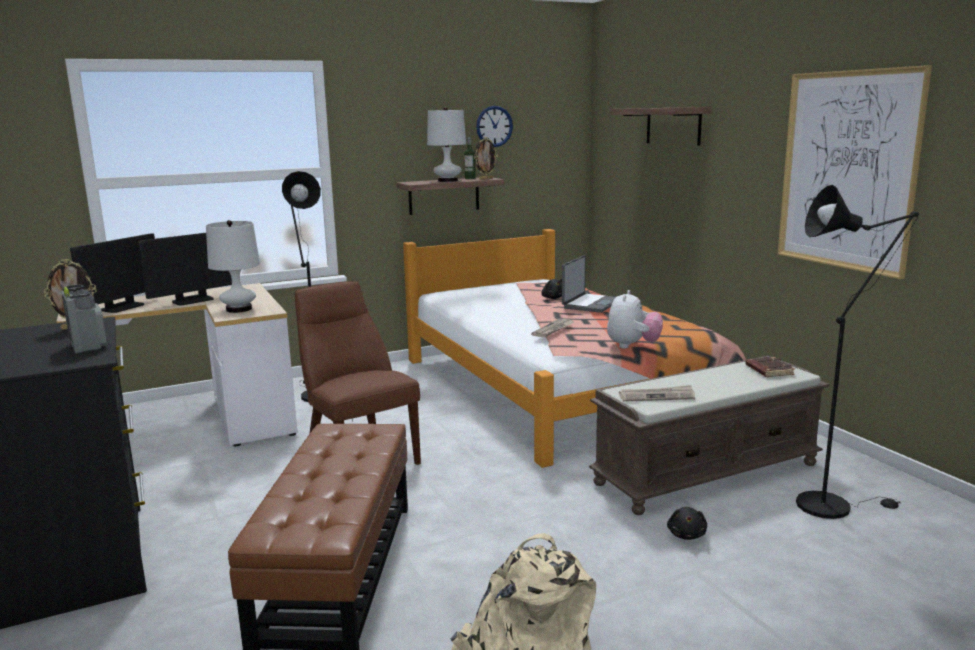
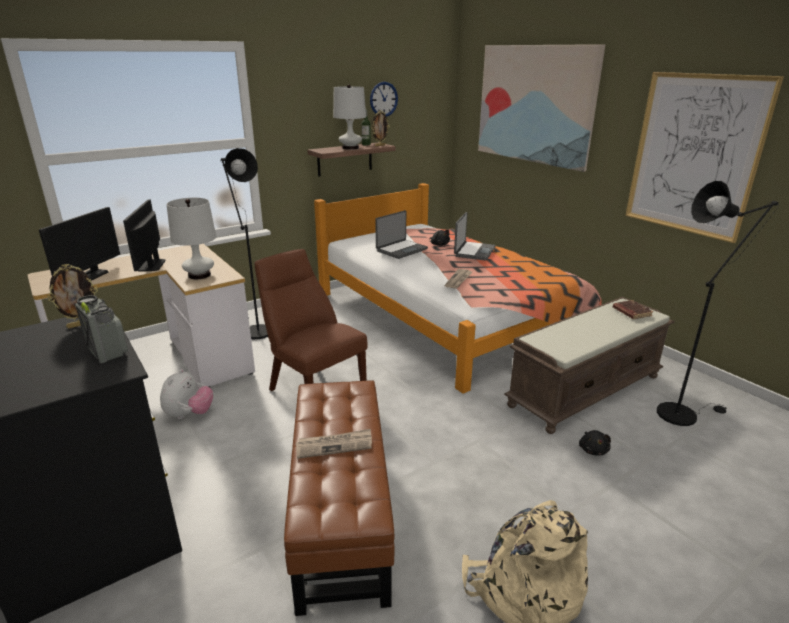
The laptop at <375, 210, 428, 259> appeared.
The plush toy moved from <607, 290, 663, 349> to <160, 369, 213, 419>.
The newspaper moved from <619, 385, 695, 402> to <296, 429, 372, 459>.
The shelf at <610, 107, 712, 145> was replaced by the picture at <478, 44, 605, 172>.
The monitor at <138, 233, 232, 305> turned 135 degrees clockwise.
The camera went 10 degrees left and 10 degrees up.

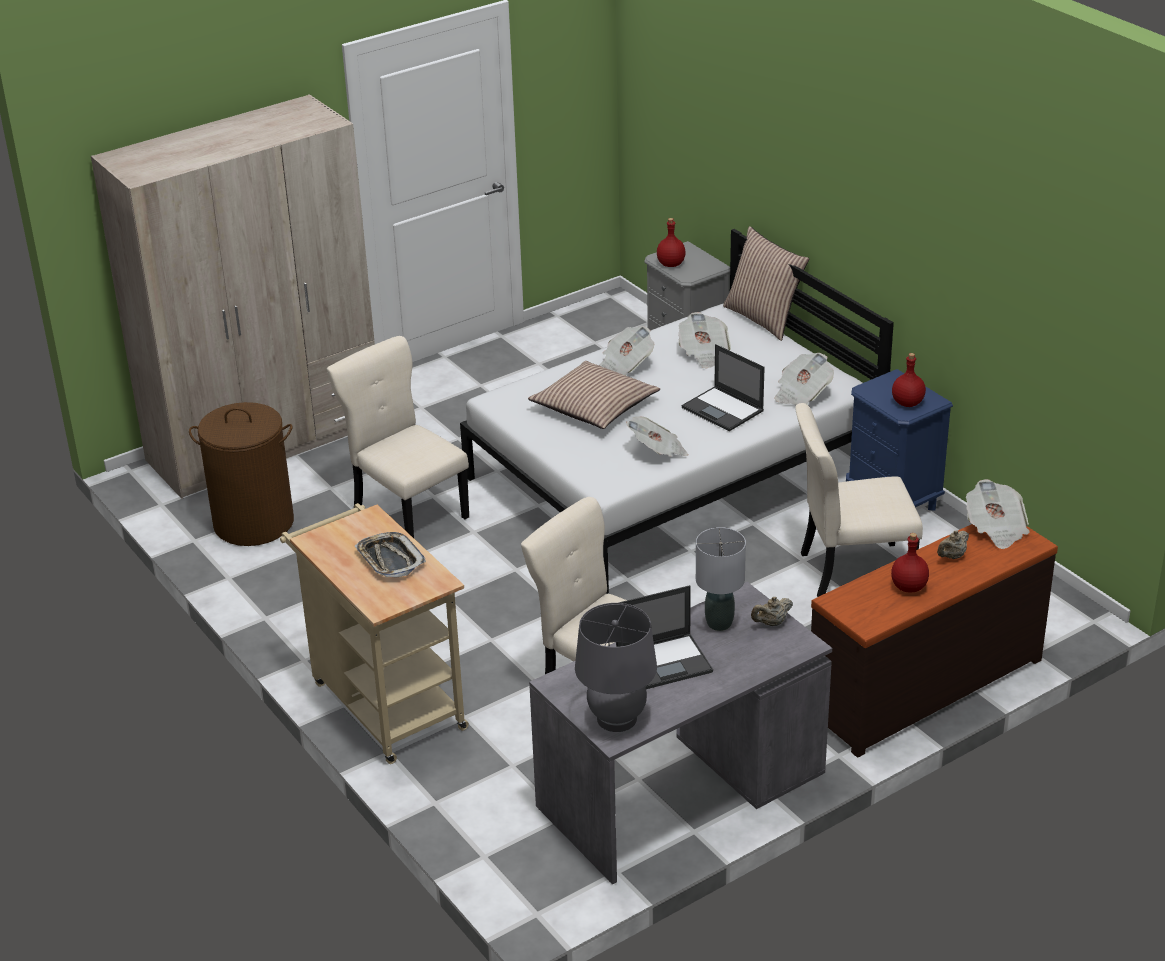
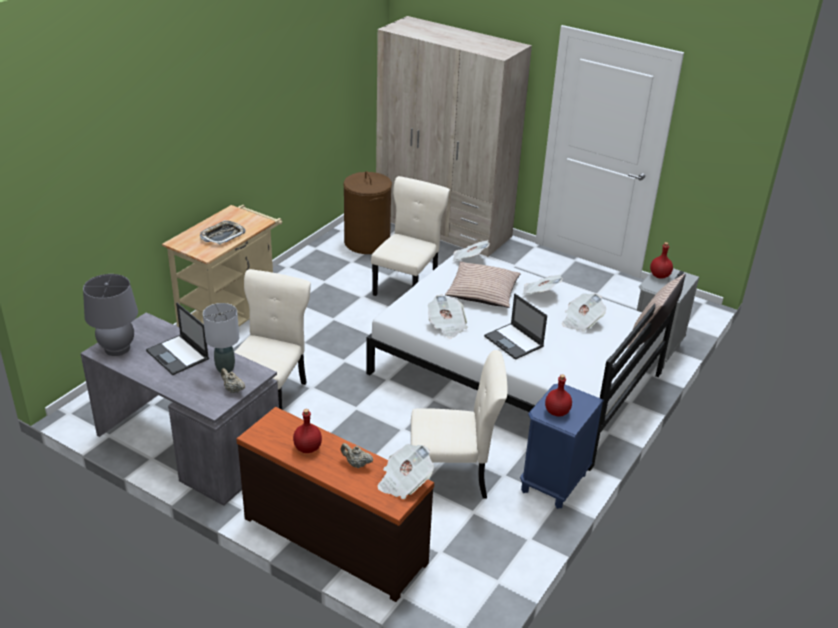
The newspaper moved from <775, 353, 834, 405> to <452, 240, 490, 261>.
The laptop at <682, 344, 765, 431> turned 60 degrees counterclockwise.
The chair in beige at <795, 403, 923, 597> turned 120 degrees clockwise.
The camera went 65 degrees right and 0 degrees up.

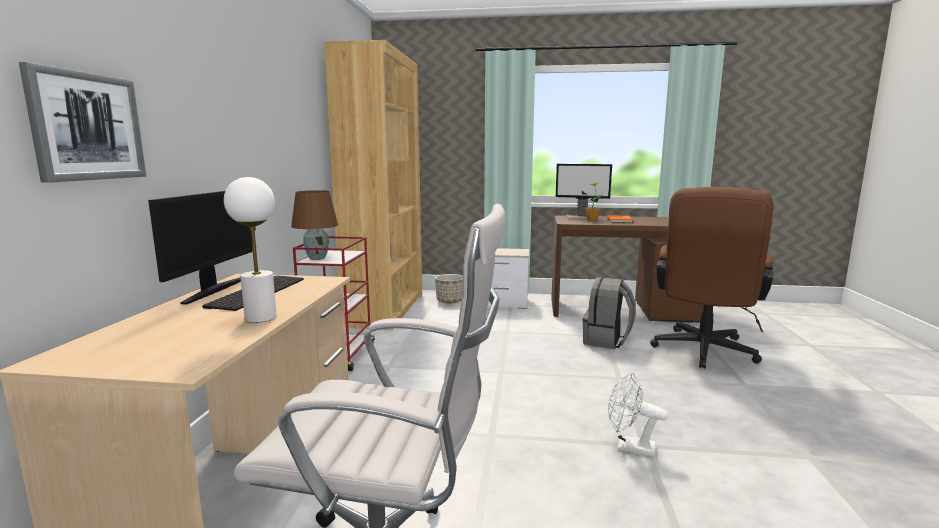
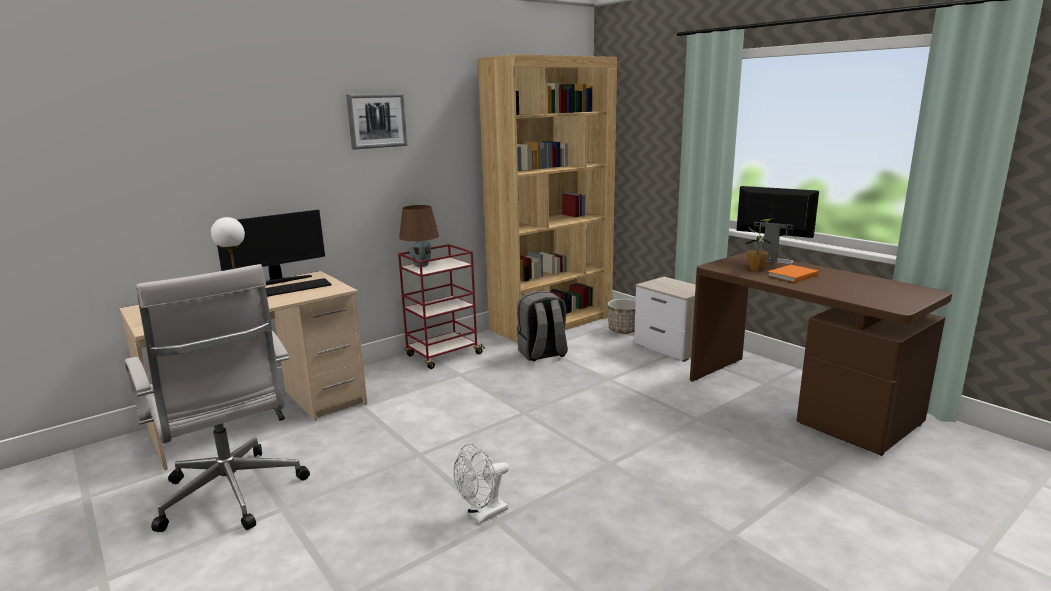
The office chair in brown at <650, 187, 774, 368> disappeared.
The picture moved from <19, 62, 146, 183> to <346, 93, 408, 150>.
The backpack in grey moved from <583, 277, 636, 349> to <517, 291, 568, 361>.
The monitor at <556, 164, 612, 218> turned 150 degrees clockwise.
The fan in white at <608, 372, 668, 457> turned 105 degrees counterclockwise.
The camera went 45 degrees right and 5 degrees up.

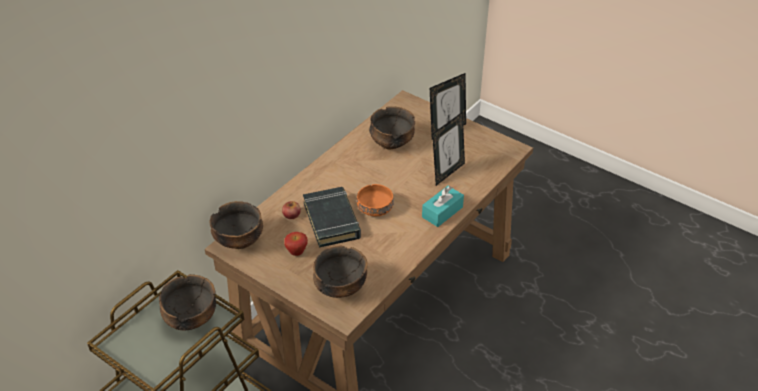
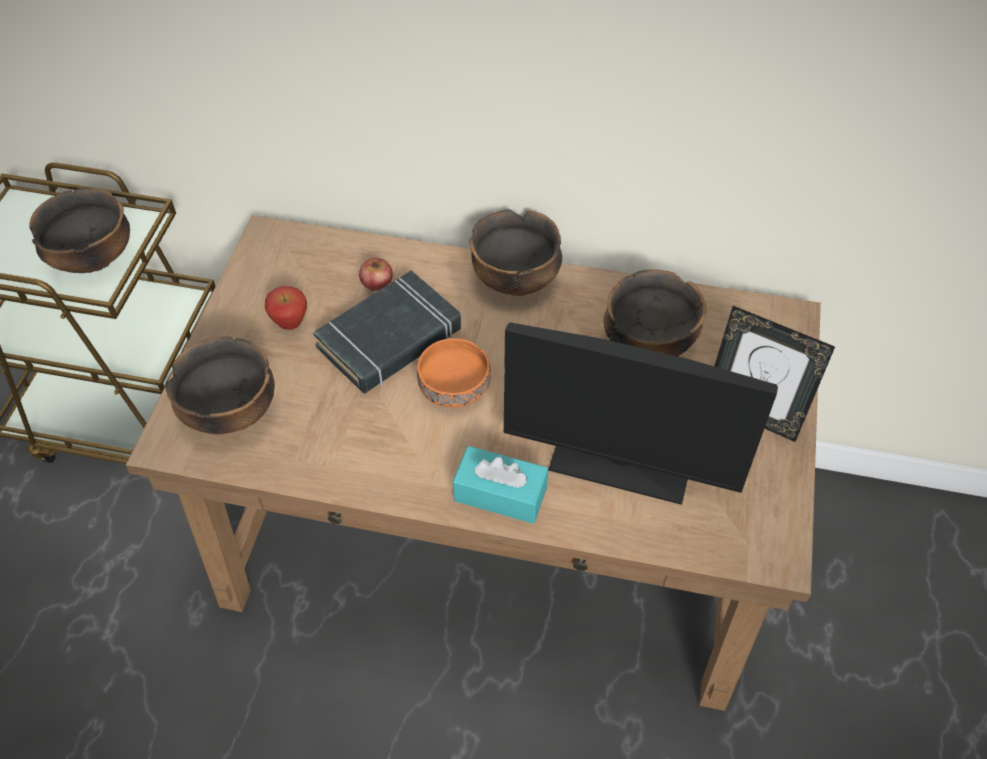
The bowl moved from <209, 201, 263, 249> to <470, 210, 562, 296>.
The picture frame at <432, 112, 465, 186> was replaced by the monitor at <504, 322, 778, 505>.
The camera went 65 degrees right and 10 degrees up.

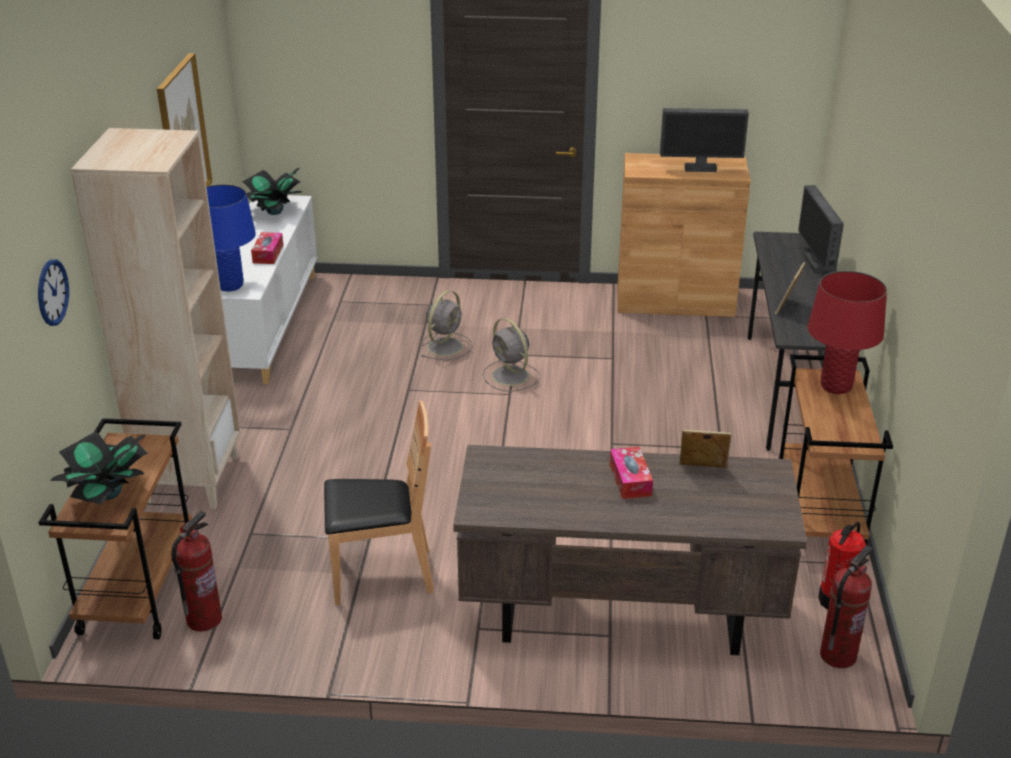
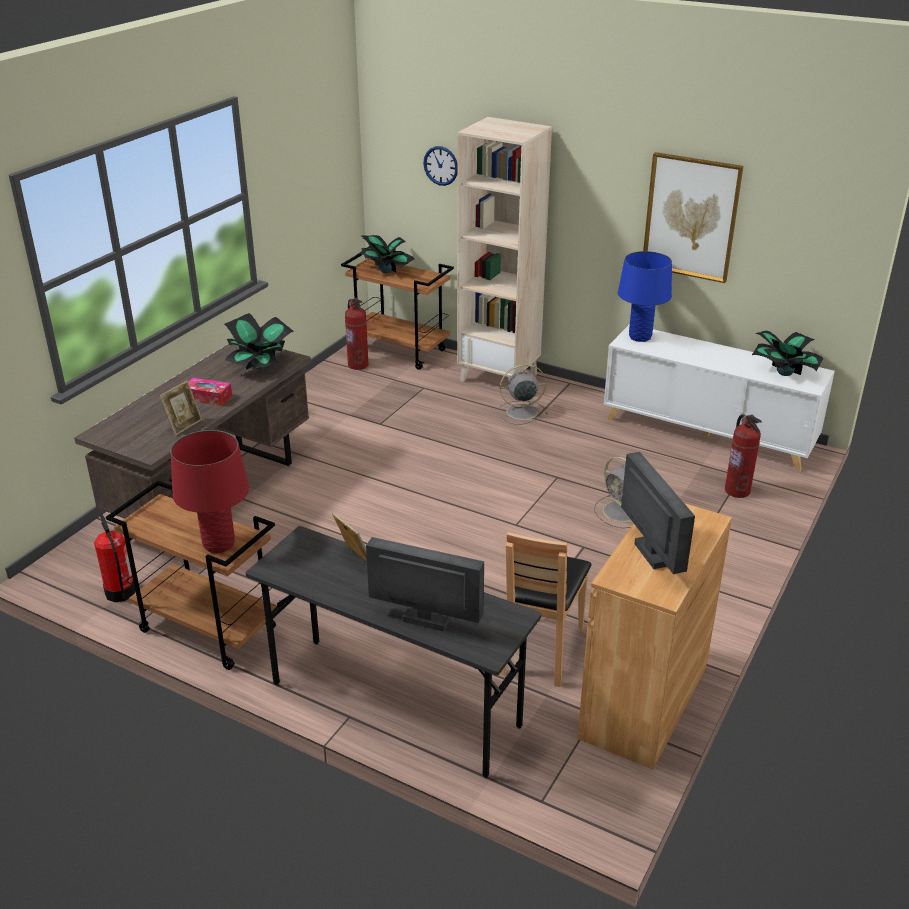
The tissue box at <251, 232, 283, 264> disappeared.
The potted plant at <224, 313, 294, 370> appeared.
The chair in brown moved from <324, 400, 434, 605> to <500, 532, 591, 687>.
The fan in grey moved from <483, 318, 540, 392> to <498, 364, 548, 425>.
The fire extinguisher moved from <820, 546, 872, 668> to <725, 414, 762, 498>.
The monitor at <660, 108, 749, 172> turned 135 degrees clockwise.
The camera went 115 degrees right and 0 degrees up.

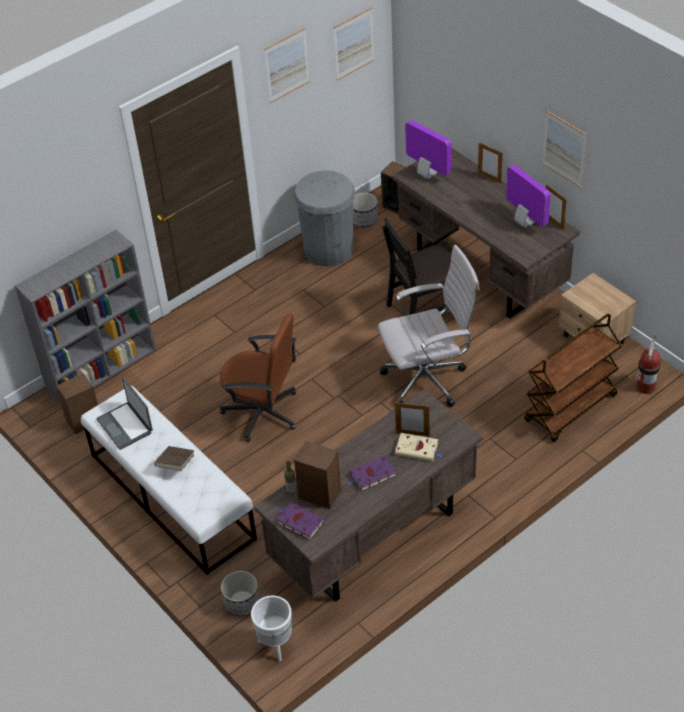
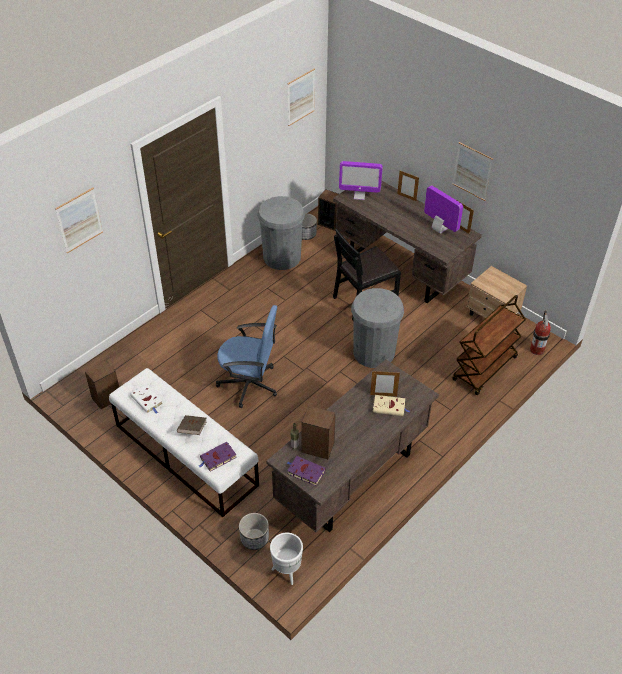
The bookcase in grey at <15, 230, 156, 404> disappeared.
The picture moved from <264, 28, 310, 103> to <55, 188, 103, 253>.
The book in purple moved from <347, 456, 396, 491> to <199, 442, 237, 472>.
The laptop at <96, 377, 153, 450> was replaced by the book in white at <130, 384, 163, 414>.
The office chair in white at <378, 245, 480, 407> was replaced by the trash can in grey at <351, 288, 404, 368>.
The office chair in brown at <220, 314, 296, 442> became the office chair in blue at <216, 305, 277, 408>.
The monitor at <405, 120, 452, 179> turned 150 degrees clockwise.
The camera went 10 degrees left and 0 degrees up.

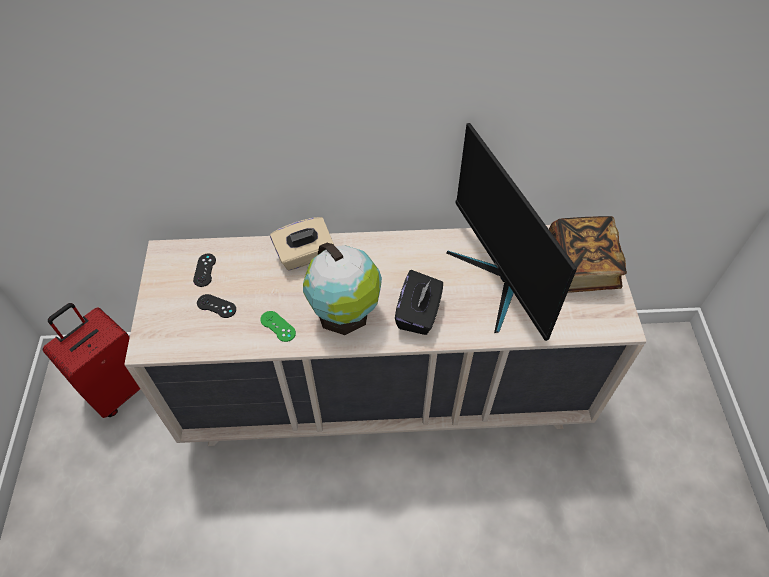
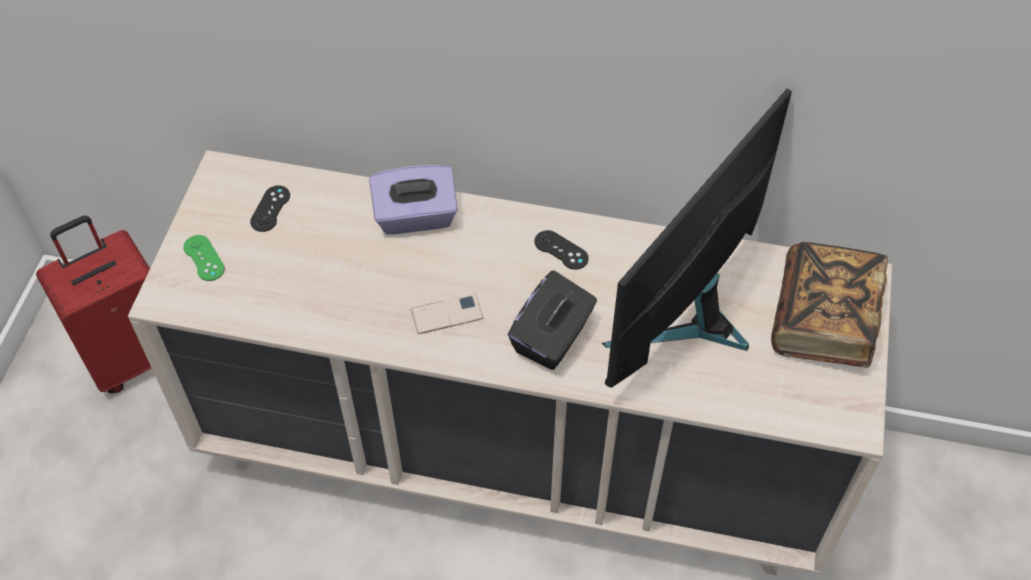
The game controller in black moved from <197, 294, 236, 318> to <534, 230, 589, 270>.
The game controller in green moved from <260, 311, 296, 342> to <183, 235, 225, 281>.
The globe at <303, 243, 382, 335> was replaced by the phone at <411, 294, 484, 334>.
The tissue box in beige at <270, 217, 334, 271> became the tissue box in purple at <369, 165, 458, 234>.
The monitor at <446, 123, 577, 341> turned 45 degrees clockwise.
The camera went 15 degrees right and 0 degrees up.

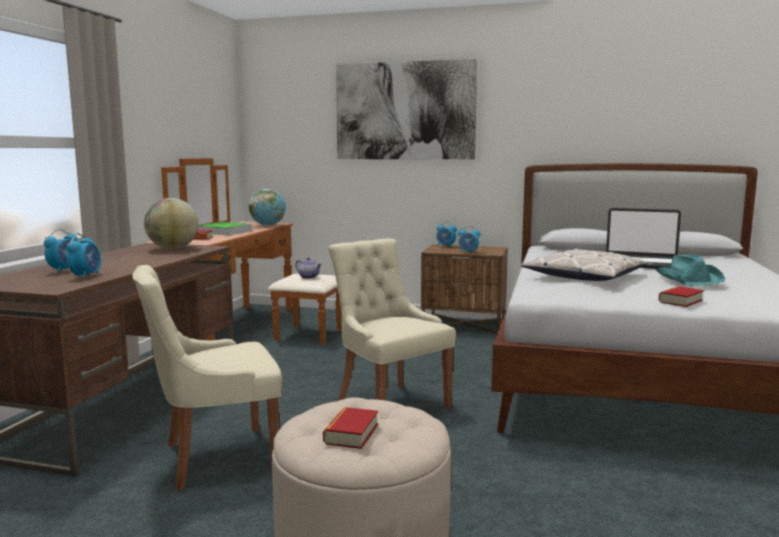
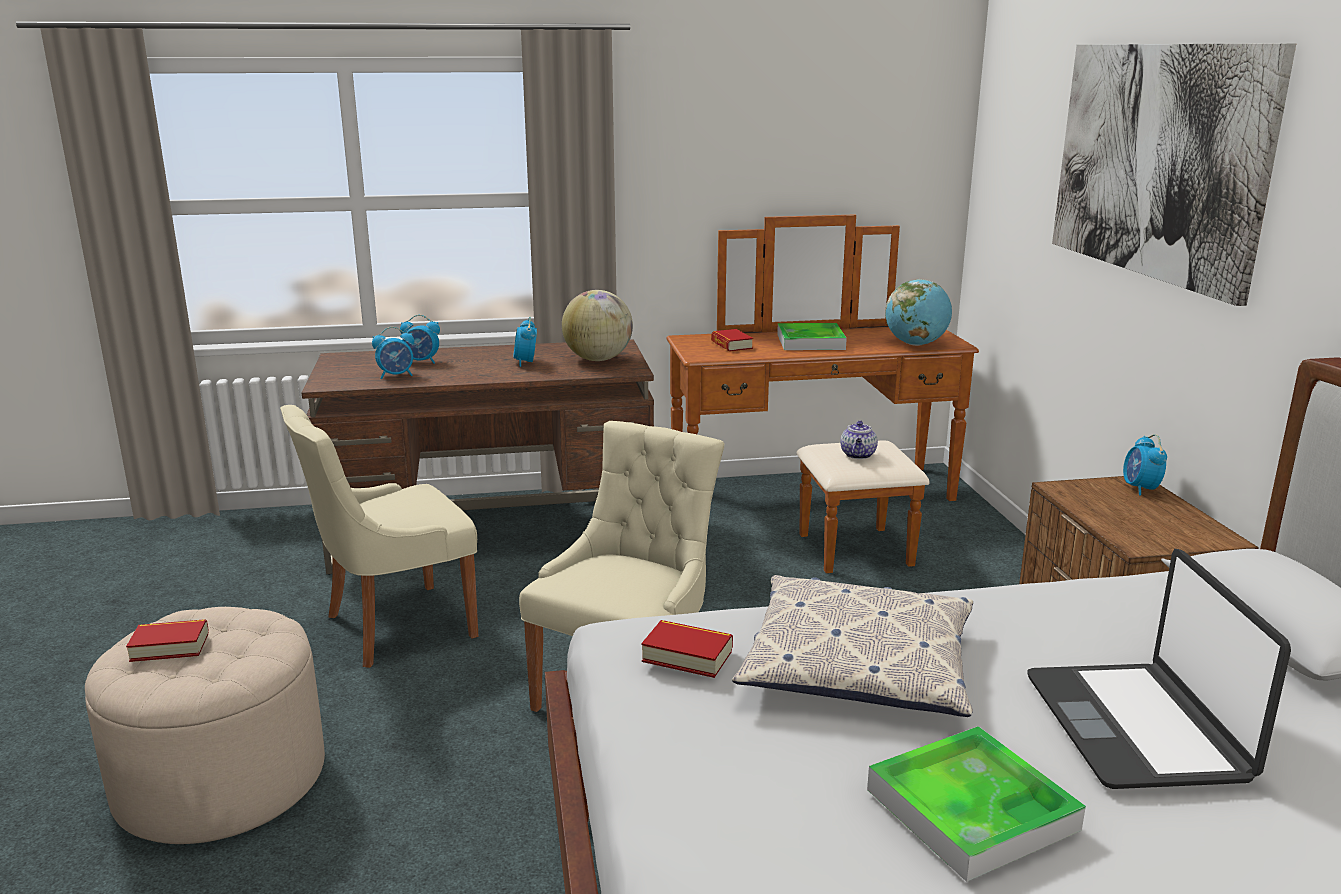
The alarm clock moved from <458, 226, 480, 253> to <513, 316, 537, 367>.
The book moved from <659, 286, 704, 307> to <642, 620, 733, 678>.
The hat in turquoise at <656, 254, 725, 286> was replaced by the tray at <867, 726, 1086, 882>.
The chair in beige at <132, 265, 282, 490> turned 75 degrees counterclockwise.
The camera went 65 degrees right and 10 degrees up.

